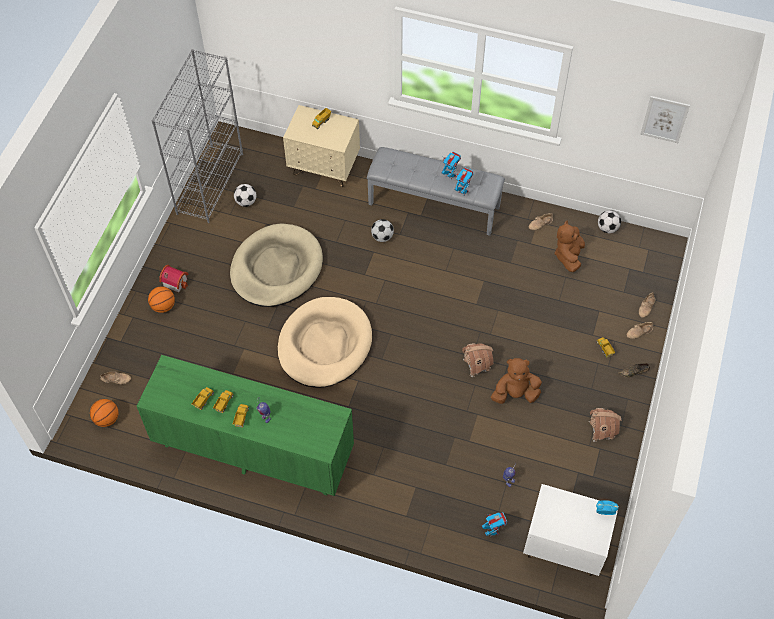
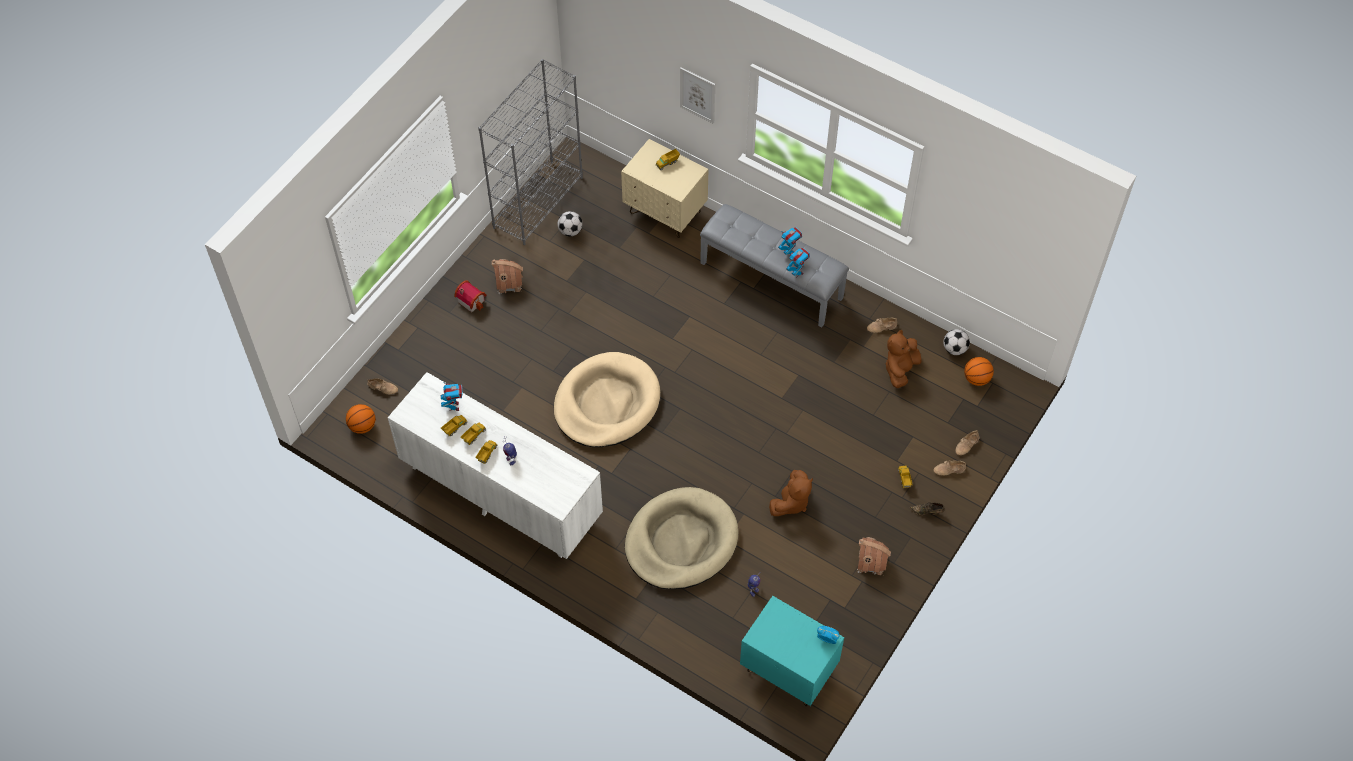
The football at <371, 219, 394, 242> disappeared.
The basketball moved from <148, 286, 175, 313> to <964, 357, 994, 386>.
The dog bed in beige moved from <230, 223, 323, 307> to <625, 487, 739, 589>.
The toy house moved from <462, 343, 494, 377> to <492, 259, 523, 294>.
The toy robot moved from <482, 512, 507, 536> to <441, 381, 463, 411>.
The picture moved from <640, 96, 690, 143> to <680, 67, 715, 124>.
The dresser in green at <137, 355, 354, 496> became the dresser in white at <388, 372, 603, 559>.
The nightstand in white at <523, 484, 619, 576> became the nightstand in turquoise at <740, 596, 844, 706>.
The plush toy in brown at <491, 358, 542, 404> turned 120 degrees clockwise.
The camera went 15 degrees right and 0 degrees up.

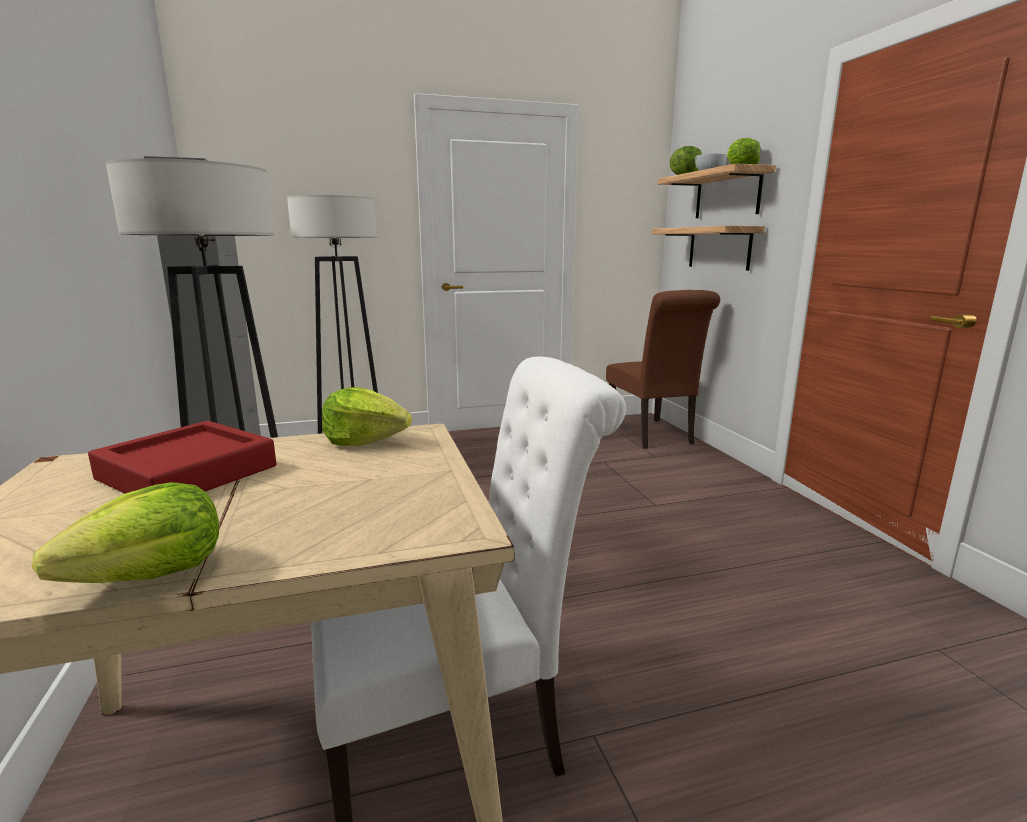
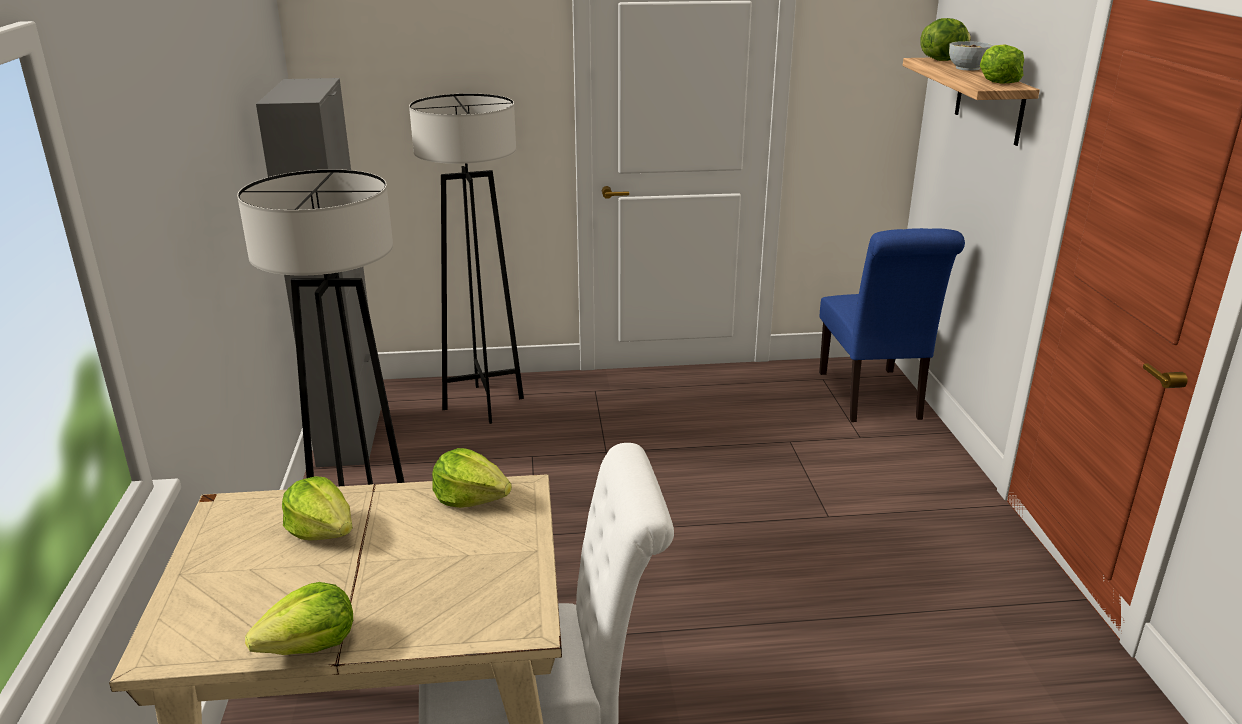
The shelf at <652, 226, 765, 271> disappeared.
The tray in red at <88, 421, 276, 494> was replaced by the lettuce at <282, 476, 353, 541>.
The chair in brown at <606, 290, 720, 449> became the chair in blue at <819, 228, 965, 422>.
The camera went 10 degrees right and 10 degrees up.

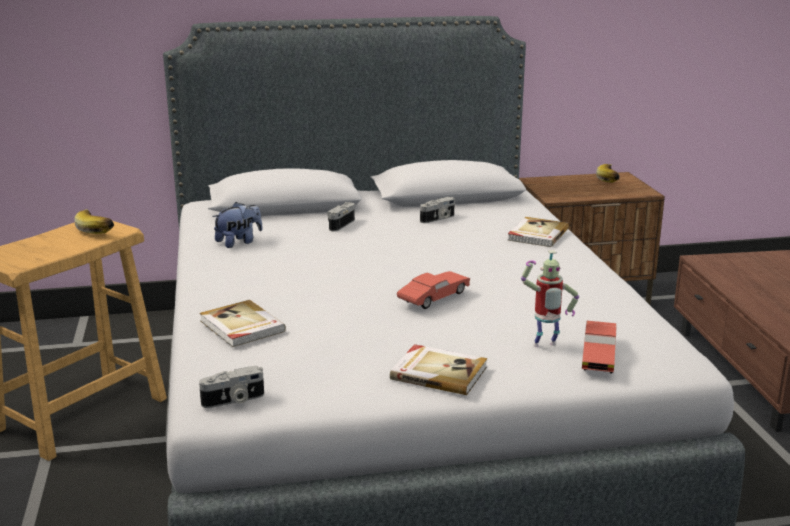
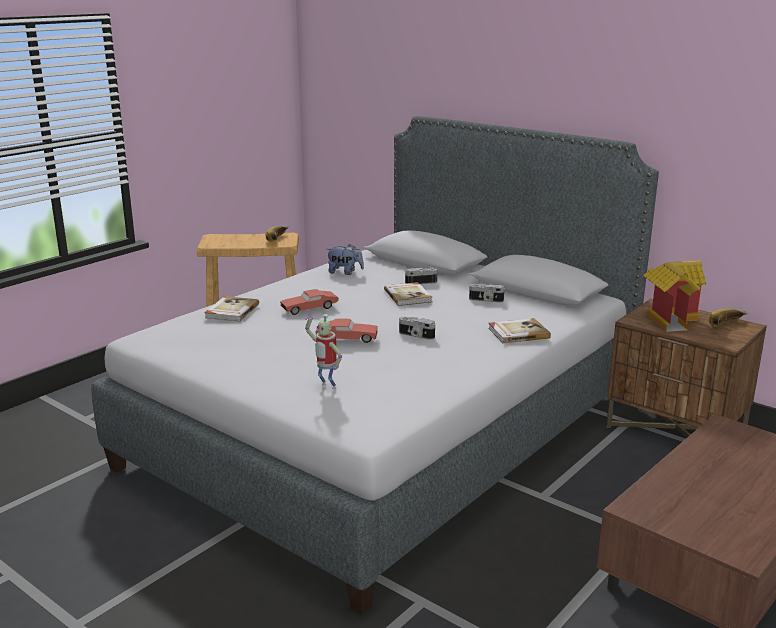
The toy house at <643, 261, 706, 332> appeared.
The photo camera moved from <199, 366, 264, 408> to <399, 317, 435, 340>.
The book moved from <390, 344, 487, 395> to <384, 282, 432, 306>.
The toy car in red moved from <582, 321, 616, 373> to <280, 289, 339, 315>.
The camera went 50 degrees right and 0 degrees up.

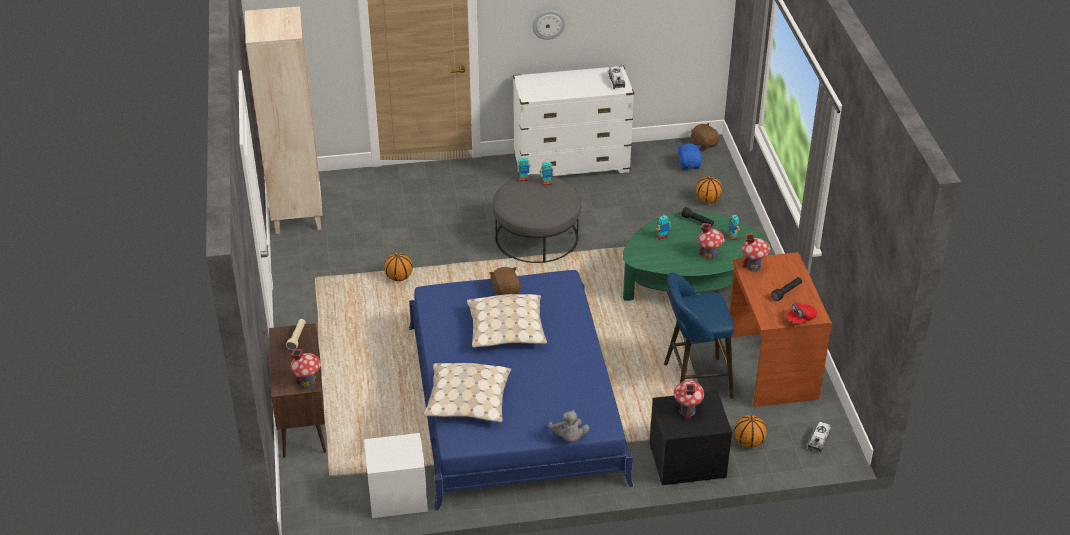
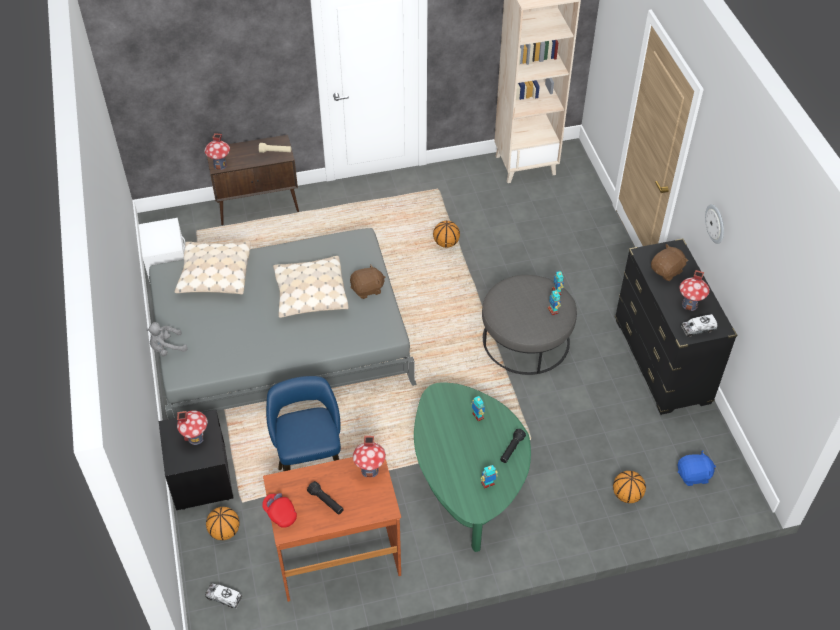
The plush toy in brown moved from <691, 123, 719, 151> to <651, 244, 688, 281>.
The toy house moved from <698, 223, 725, 261> to <679, 270, 710, 311>.
The bed in blue at <409, 270, 634, 511> became the bed in grey at <149, 228, 417, 419>.
The dresser in white at <513, 66, 634, 176> became the dresser in black at <615, 238, 737, 415>.
The camera went 85 degrees right and 10 degrees up.

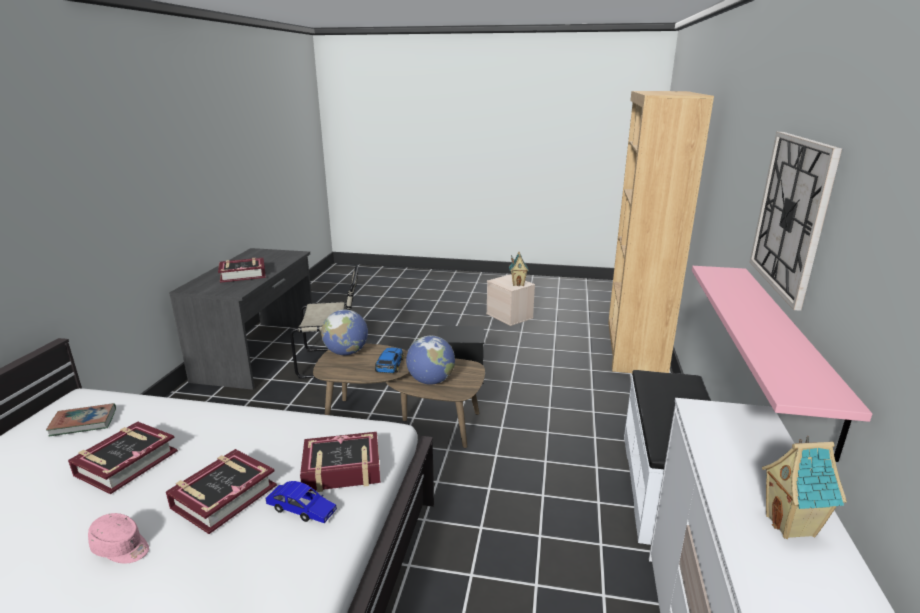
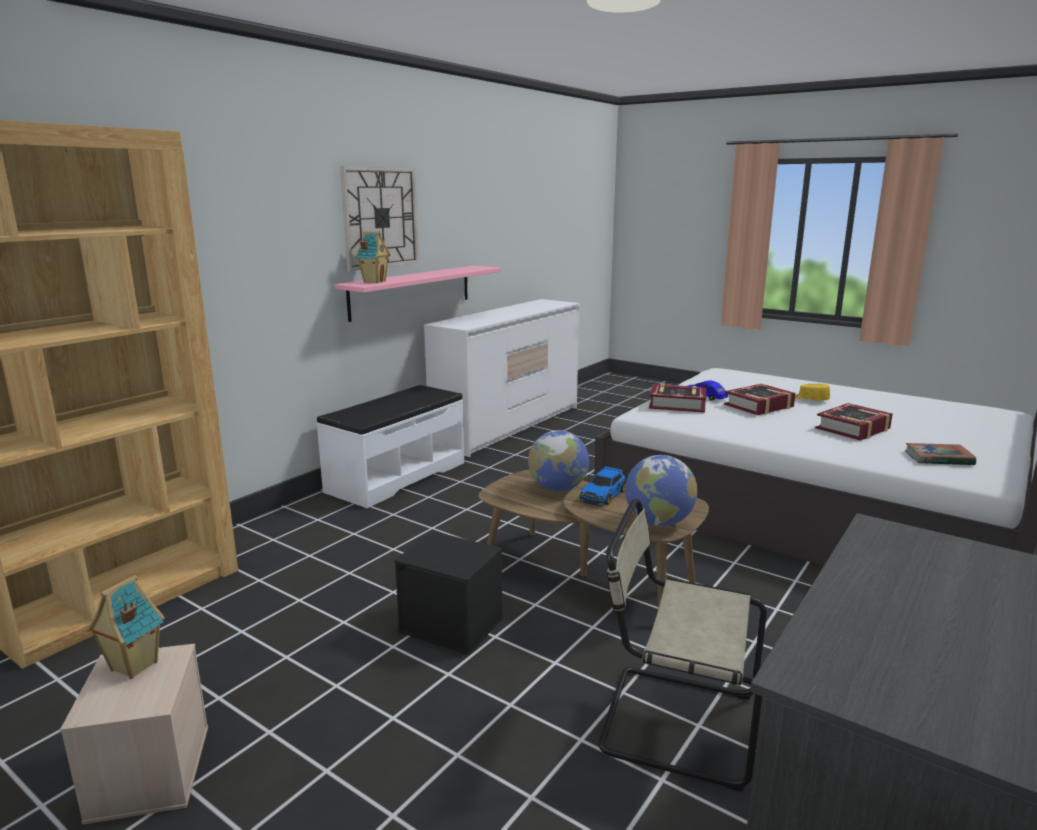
The book at <218, 258, 266, 283> disappeared.
The toy house moved from <762, 436, 847, 539> to <355, 231, 391, 283>.
The cap in pink at <88, 513, 149, 563> became the cap in yellow at <795, 384, 830, 401>.
The camera went 155 degrees left and 5 degrees down.

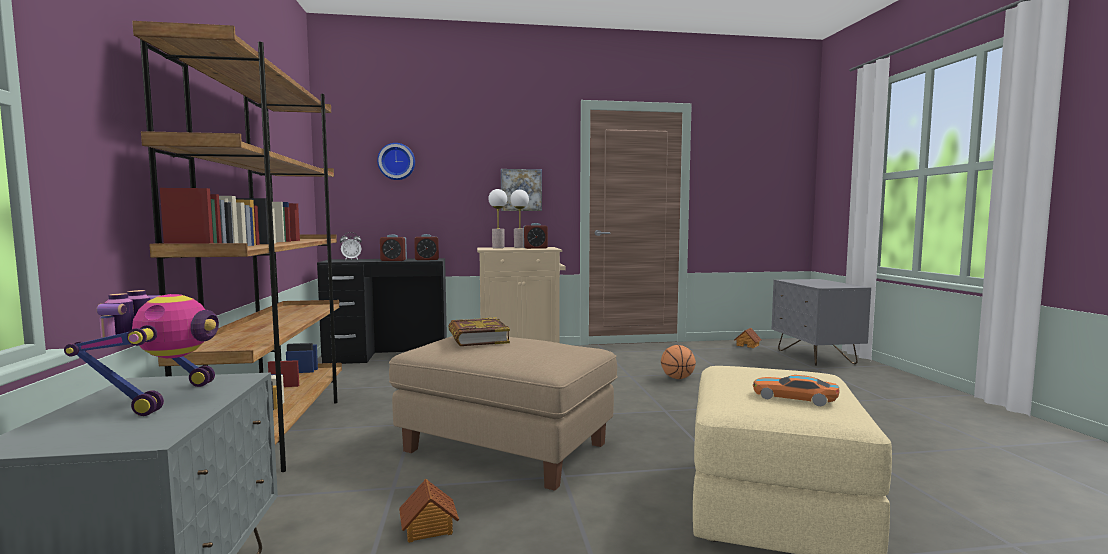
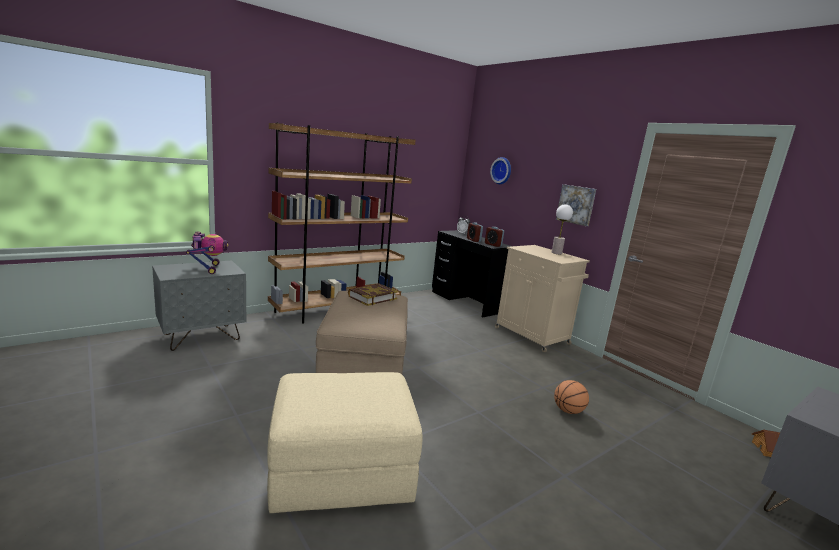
The toy house at <399, 478, 459, 543> disappeared.
The table lamp at <488, 189, 507, 248> disappeared.
The alarm clock at <523, 223, 548, 249> disappeared.
The toy car at <753, 375, 839, 406> disappeared.
The toy robot at <64, 290, 219, 416> turned 75 degrees counterclockwise.
The camera went 60 degrees right and 10 degrees up.

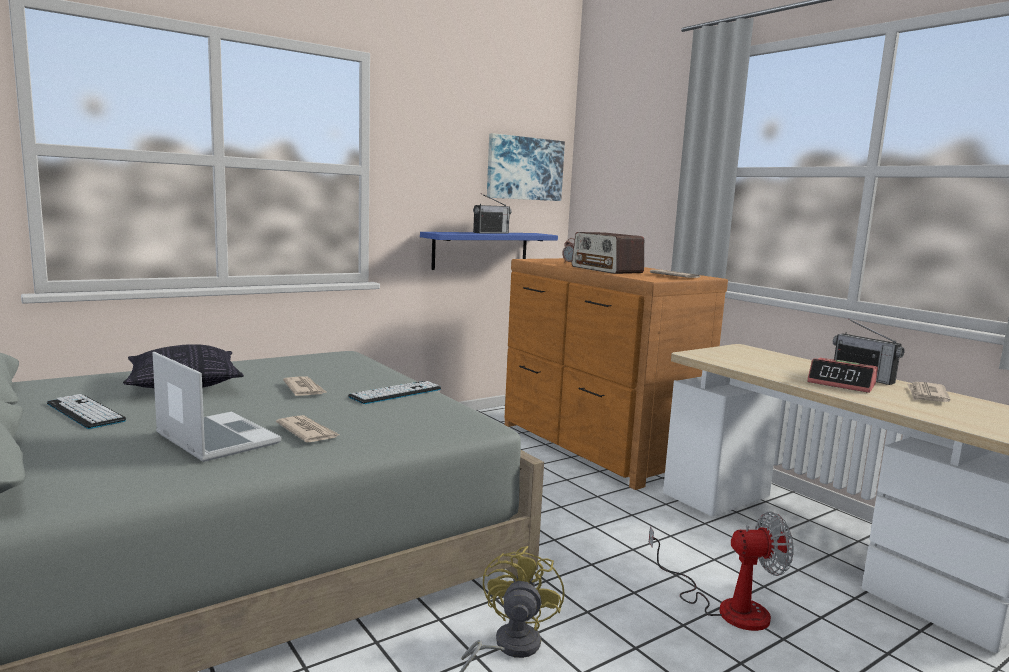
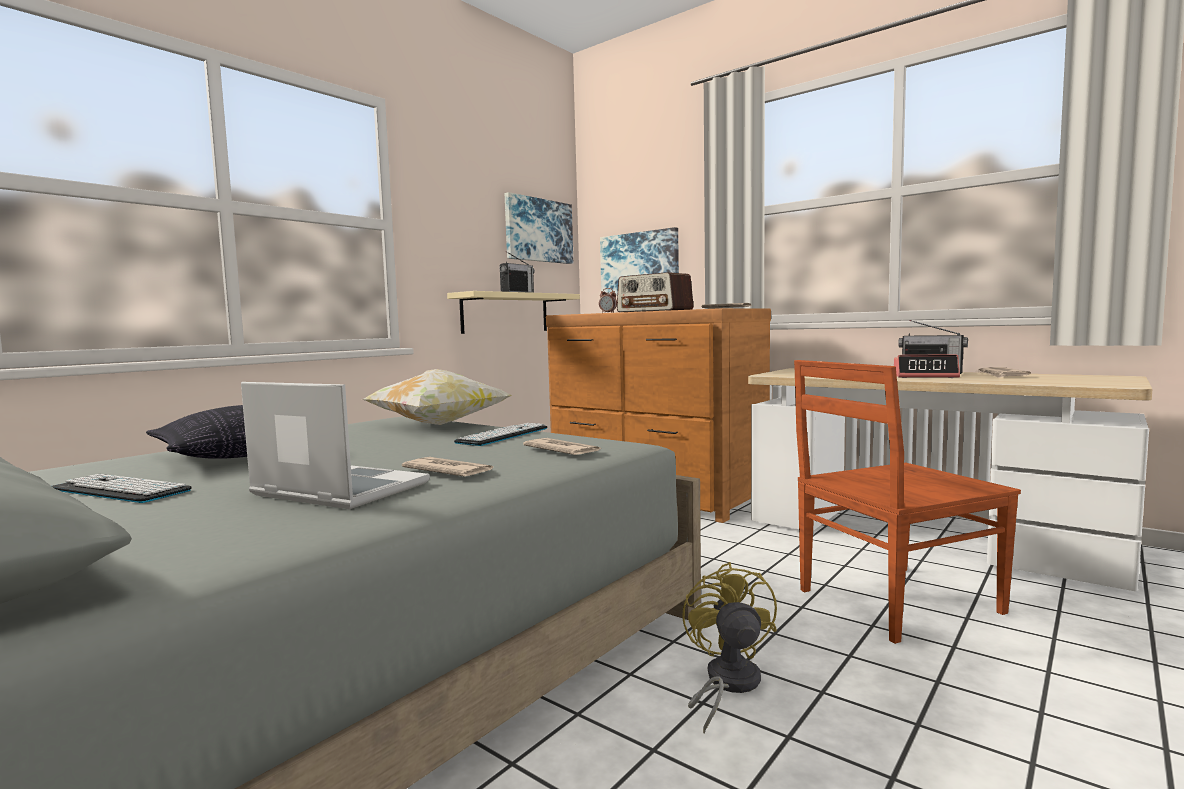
The pillow at <363, 369, 512, 425> appeared.
The picture at <600, 227, 679, 296> appeared.
The newspaper moved from <283, 377, 326, 396> to <523, 438, 602, 455>.
The fan at <649, 512, 794, 631> was replaced by the chair in brown at <794, 360, 1021, 644>.
The shelf in blue at <420, 232, 558, 270> became the shelf in beige at <447, 291, 580, 334>.
The camera went 15 degrees left and 5 degrees down.

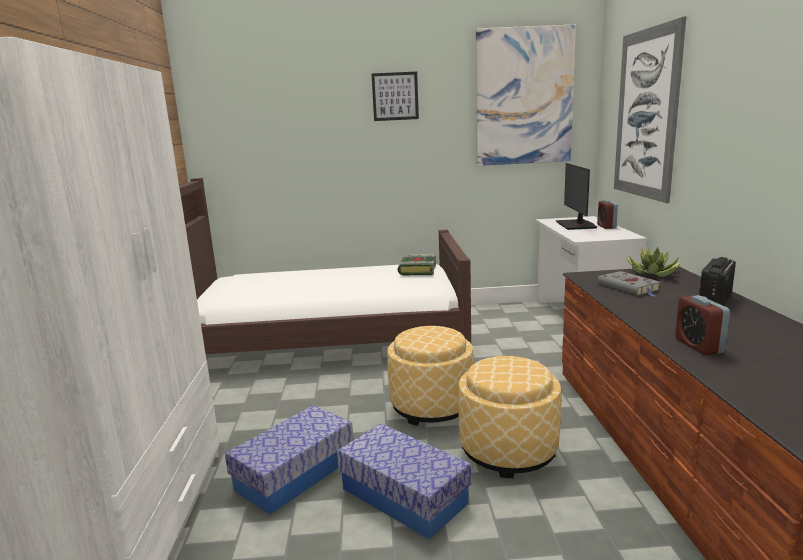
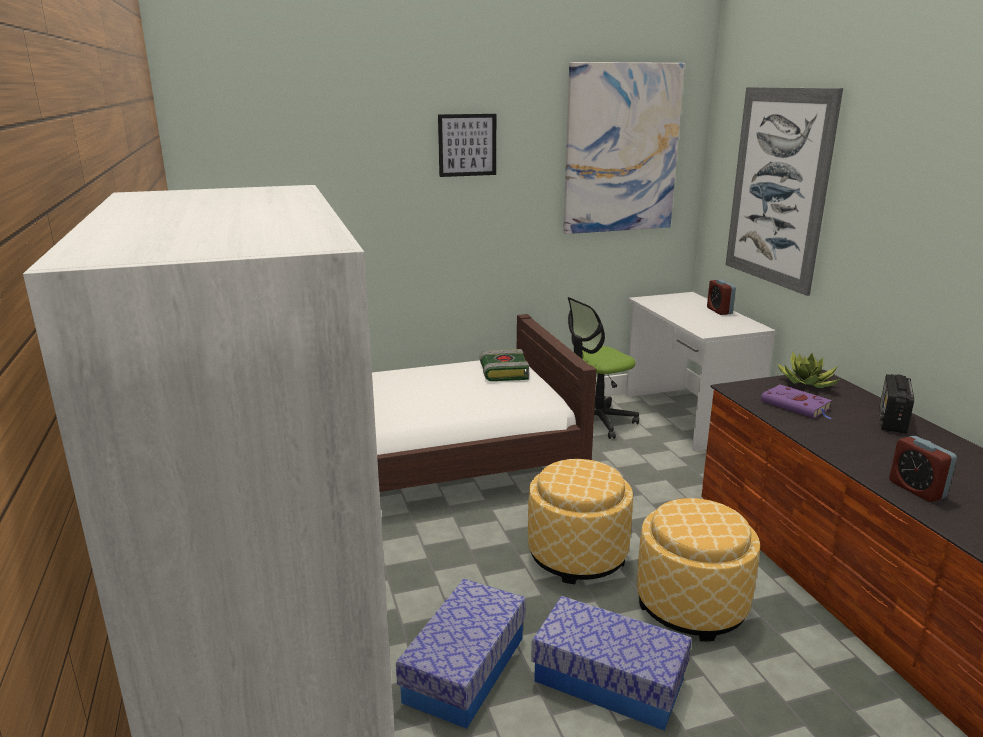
The monitor at <555, 163, 597, 230> disappeared.
The office chair at <568, 297, 639, 439> appeared.
The book in grey at <598, 271, 661, 297> became the book in purple at <761, 385, 832, 419>.
The camera went 15 degrees left and 5 degrees up.

